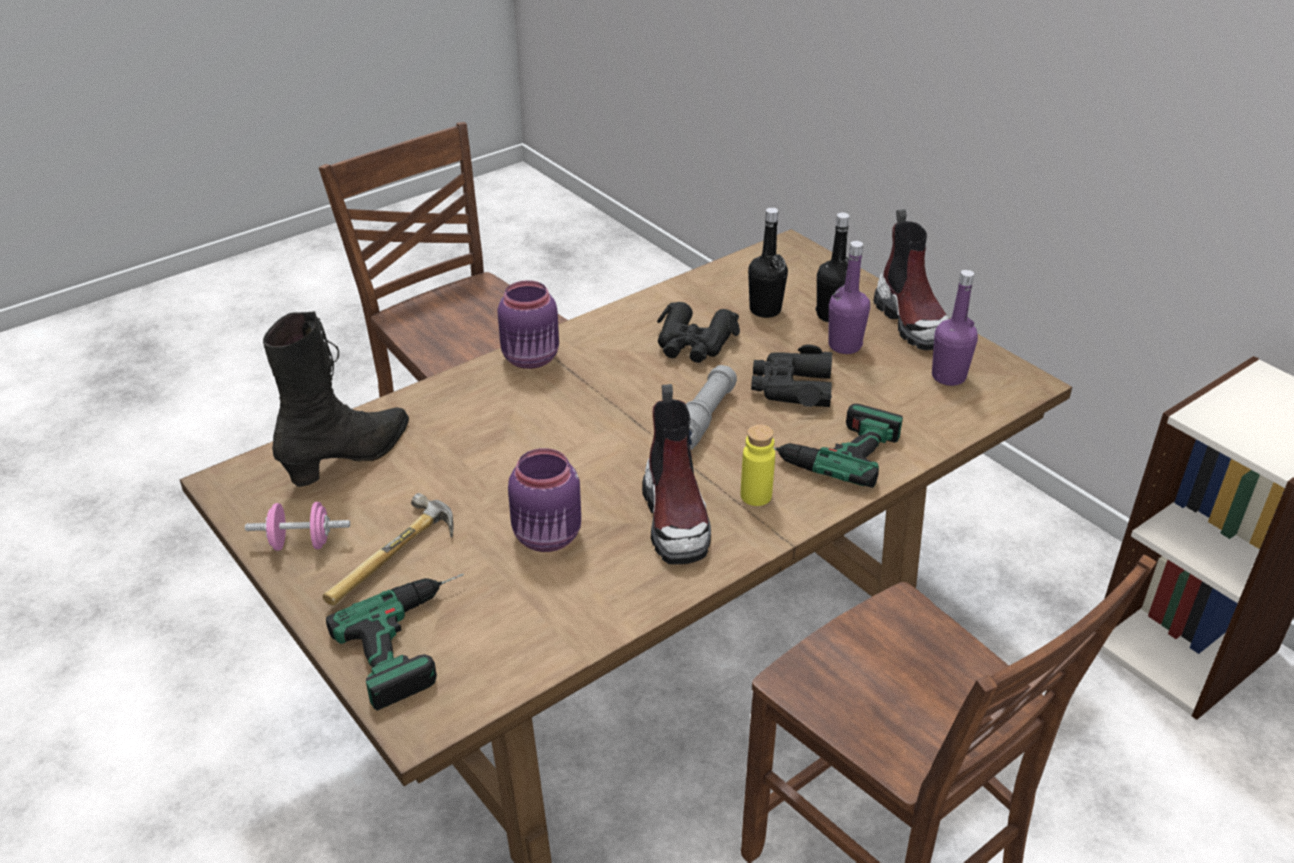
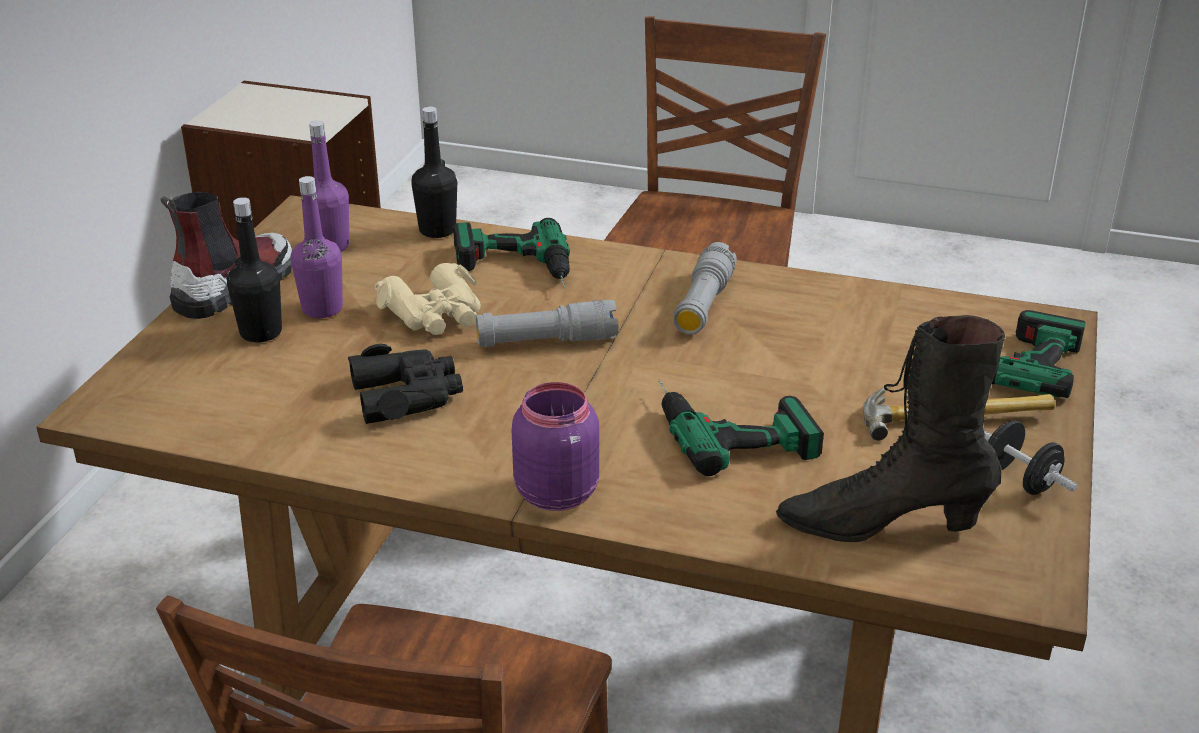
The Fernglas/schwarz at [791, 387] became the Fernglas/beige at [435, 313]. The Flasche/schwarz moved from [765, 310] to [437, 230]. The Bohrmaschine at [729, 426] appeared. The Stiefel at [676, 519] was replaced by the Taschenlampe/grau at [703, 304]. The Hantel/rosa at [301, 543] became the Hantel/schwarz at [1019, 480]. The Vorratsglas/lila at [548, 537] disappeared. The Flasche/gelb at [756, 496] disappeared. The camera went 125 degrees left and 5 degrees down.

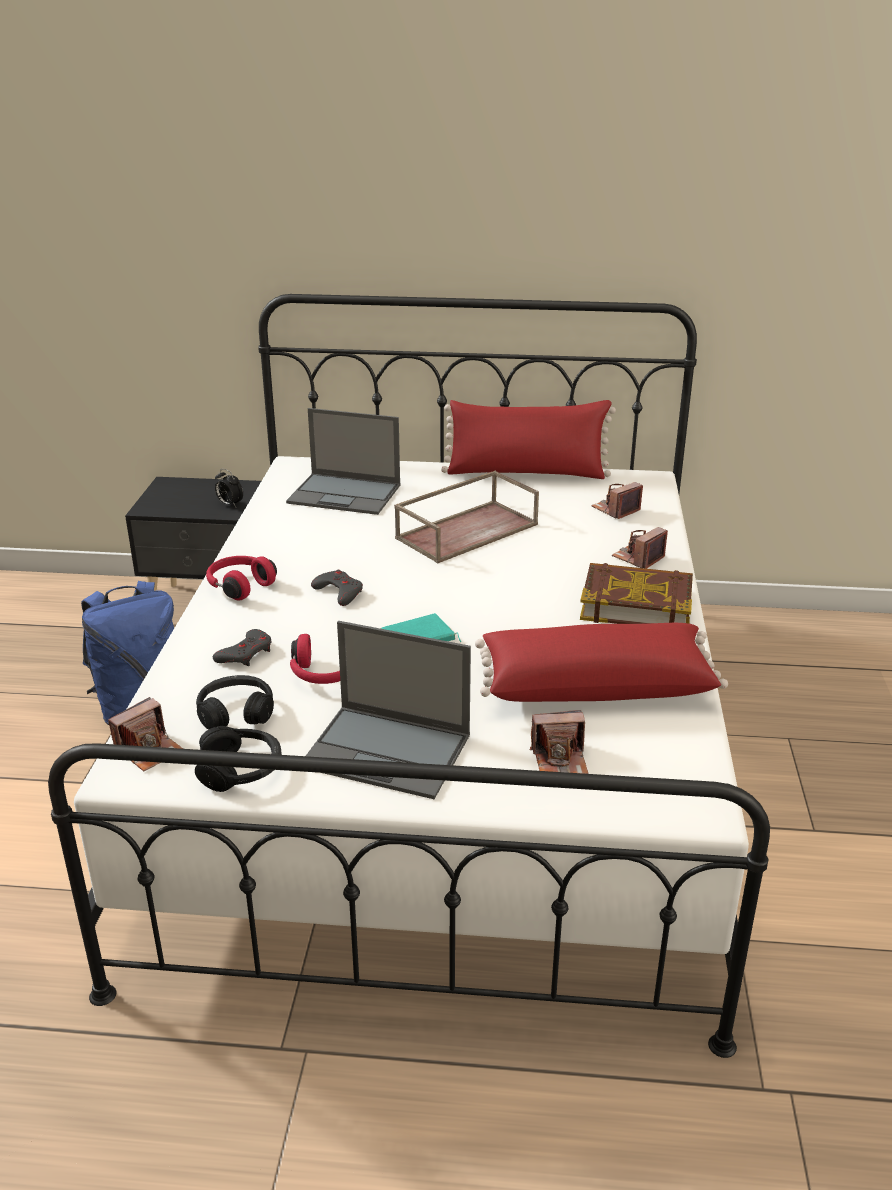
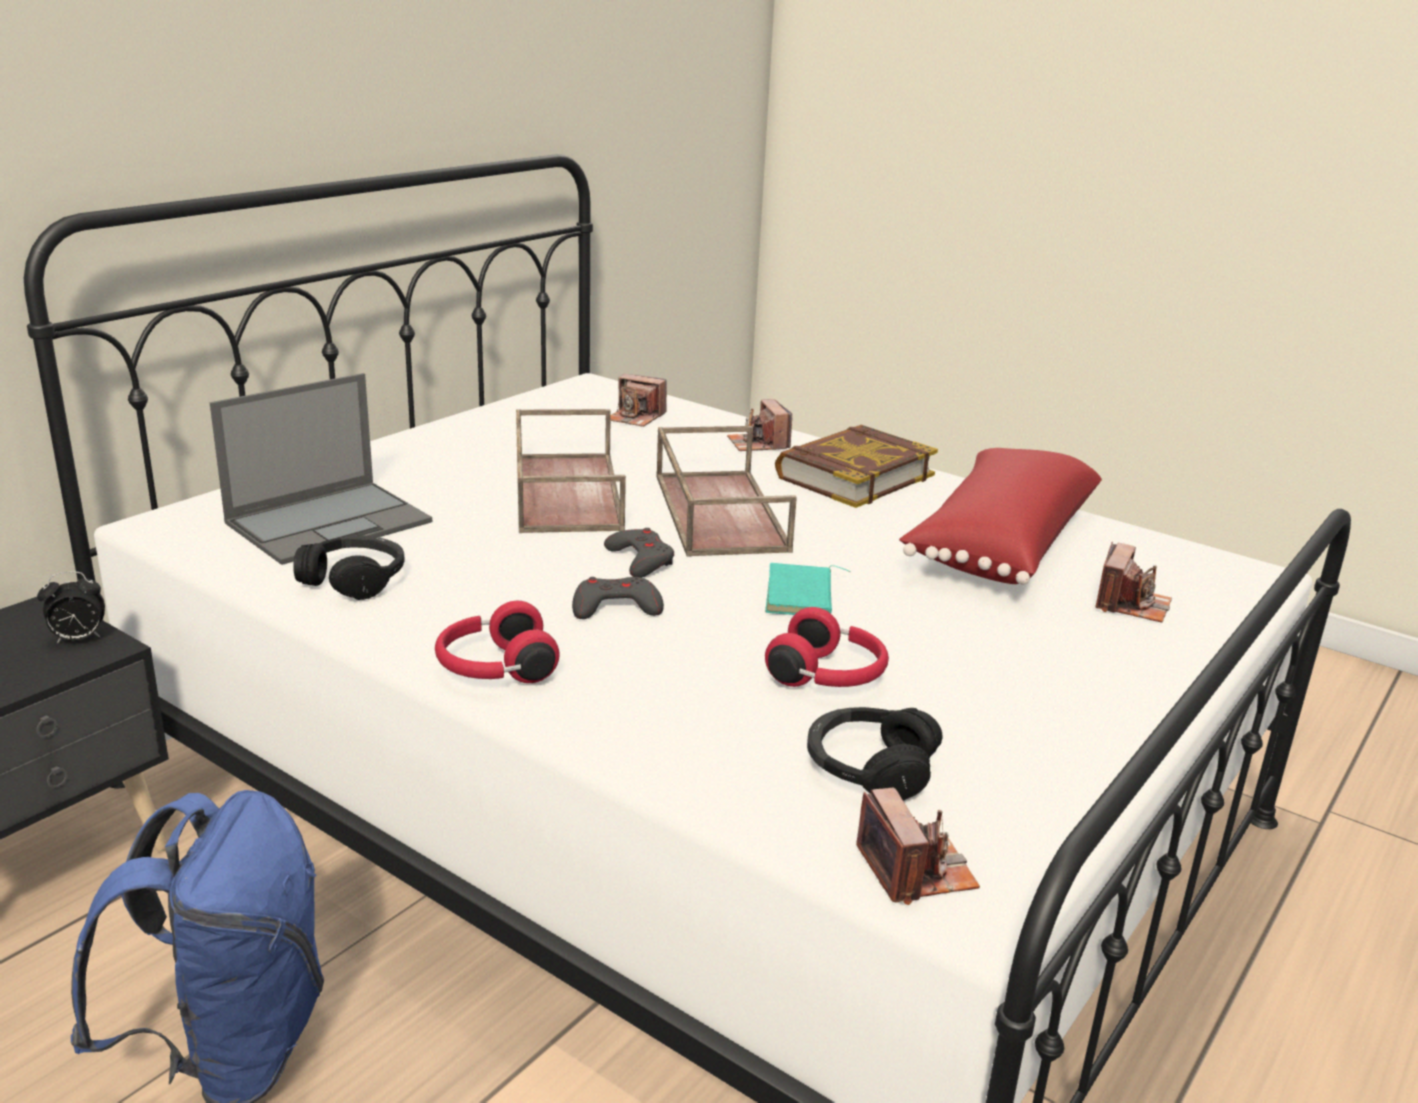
The Kopfhörer/schwarz moved from [241, 770] to [354, 580]. The Gamepad/grau moved from [246, 653] to [640, 560]. The Kamera at [616, 510] turned 60 degrees counterclockwise. The Tablett/braun at [717, 511] appeared. The Laptop at [389, 751] disappeared. The Kissen/rot at [526, 473] disappeared. The camera went 60 degrees left and 5 degrees down.

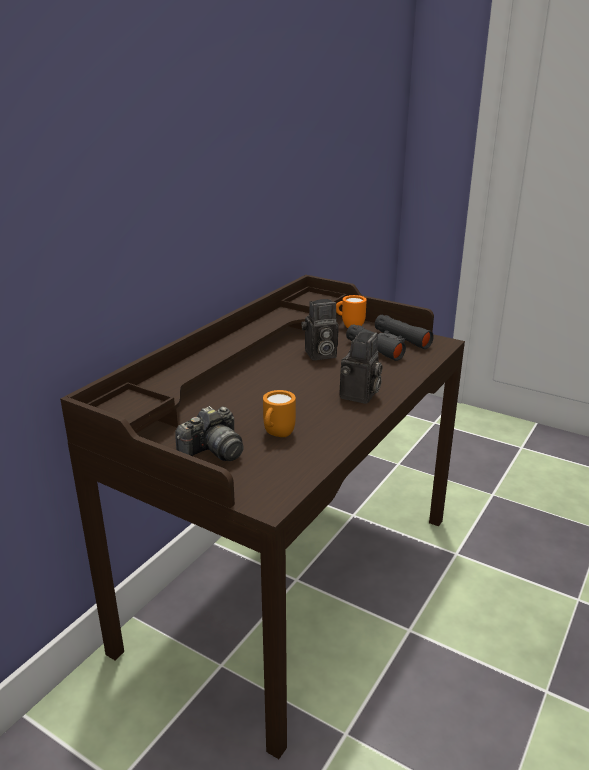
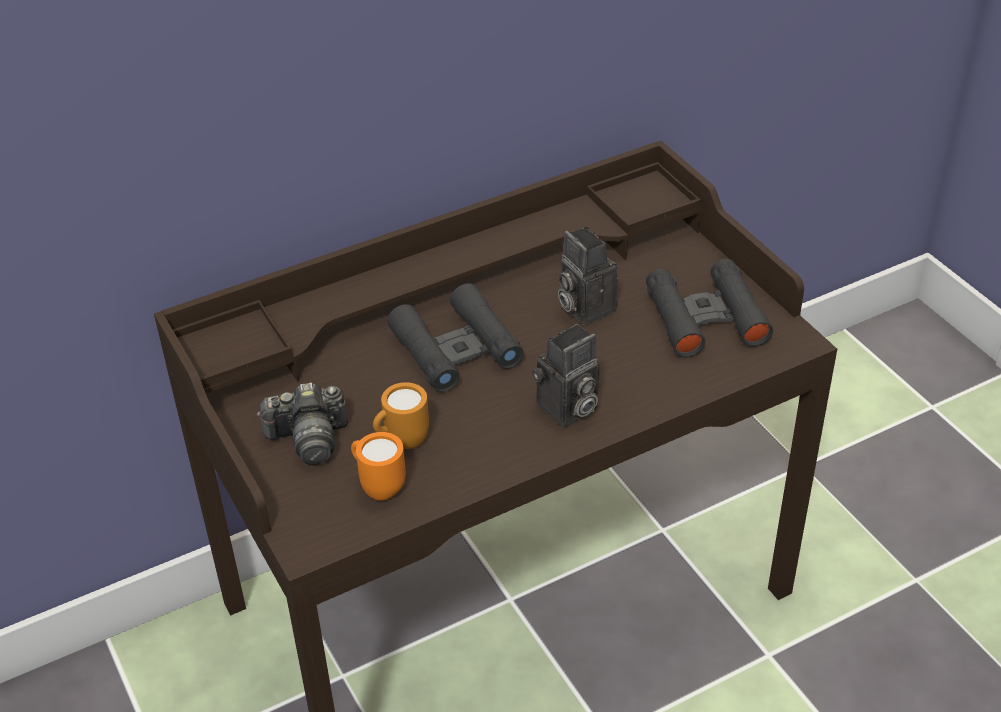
The Henkelbecher/orange moved from [349, 327] to [378, 486]. The Fernglas/schwarz at [456, 349] appeared. The Kamera at [319, 355] turned 45 degrees clockwise. The camera went 30 degrees right and 15 degrees up.

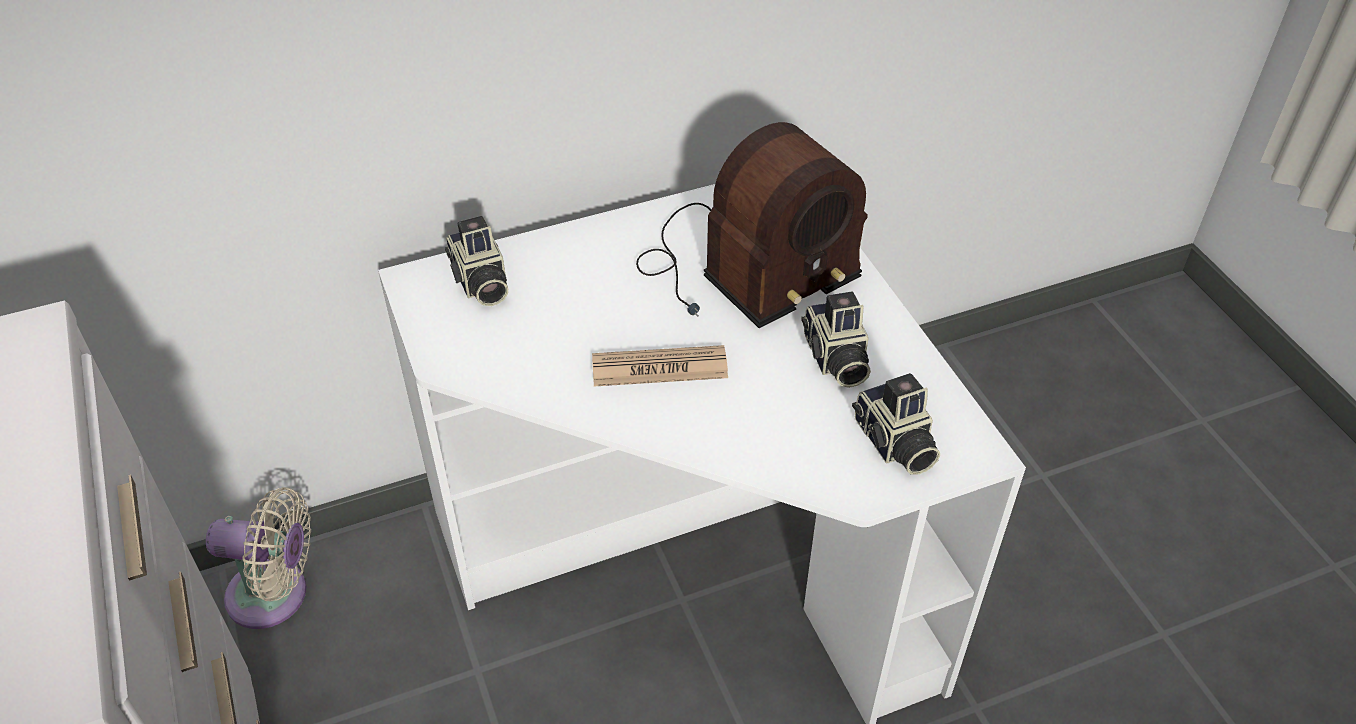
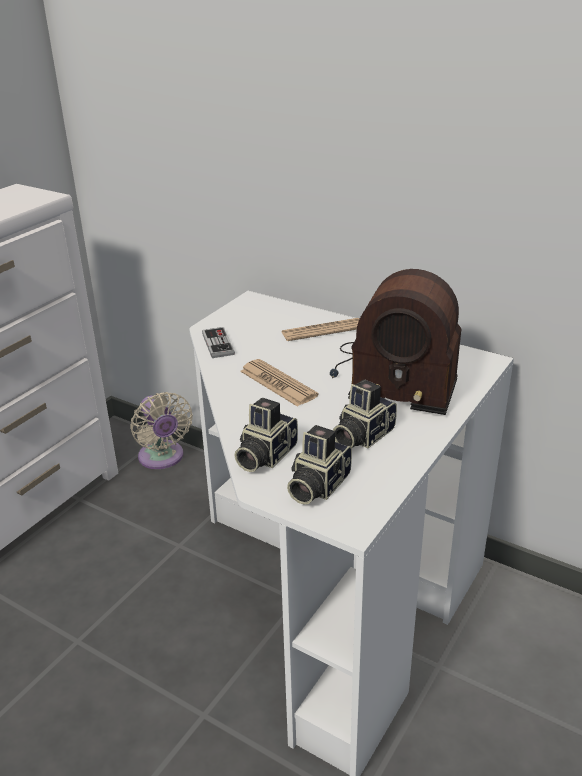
The Gamepad at [218, 344] appeared. The Kamera moved from [480, 283] to [264, 455]. The Zeitung at [322, 330] appeared. The camera went 55 degrees right and 15 degrees down.

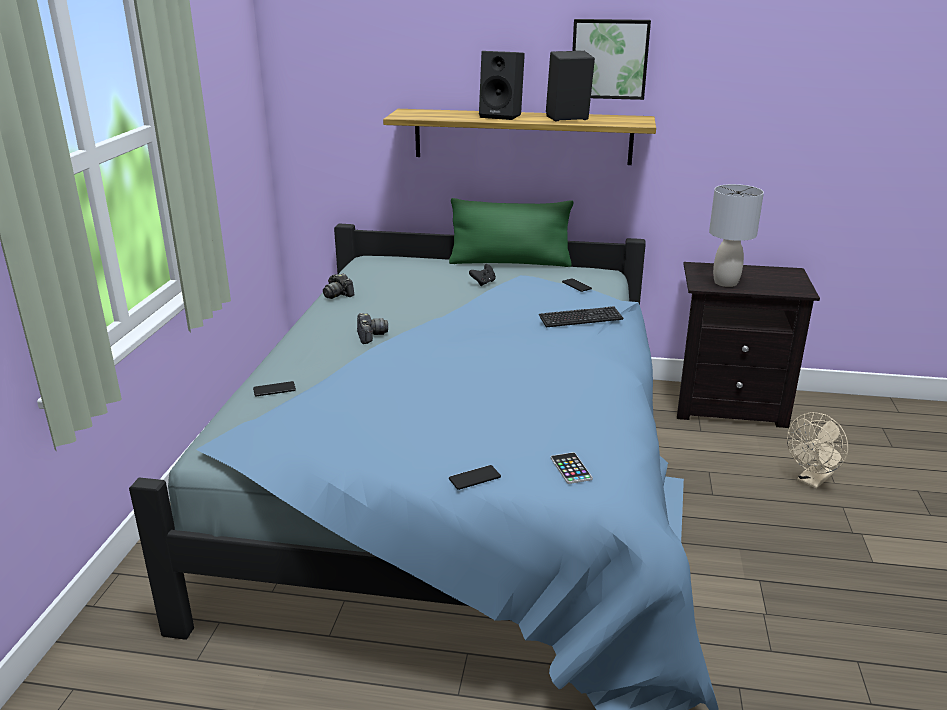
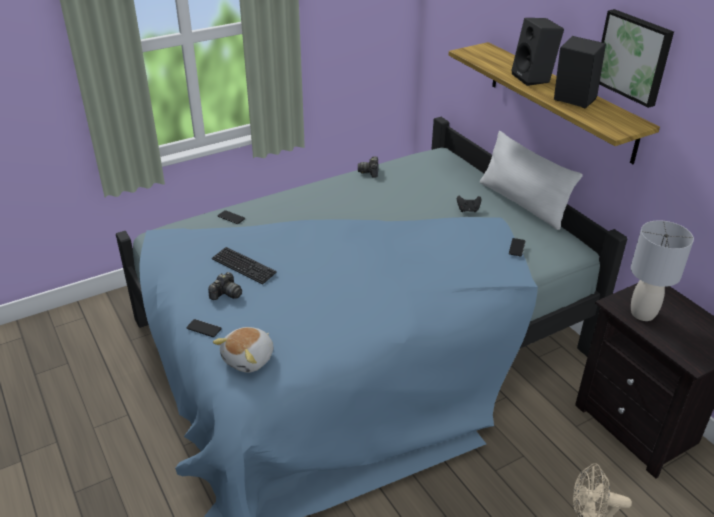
The Kamera moved from [370, 336] to [226, 294]. The Tastatur moved from [580, 319] to [243, 266]. The Handy at [571, 468] was replaced by the Plüschtier at [249, 359]. The Kissen/grün at [510, 262] became the Kissen/weiß at [522, 203]. The camera went 50 degrees right and 10 degrees up.

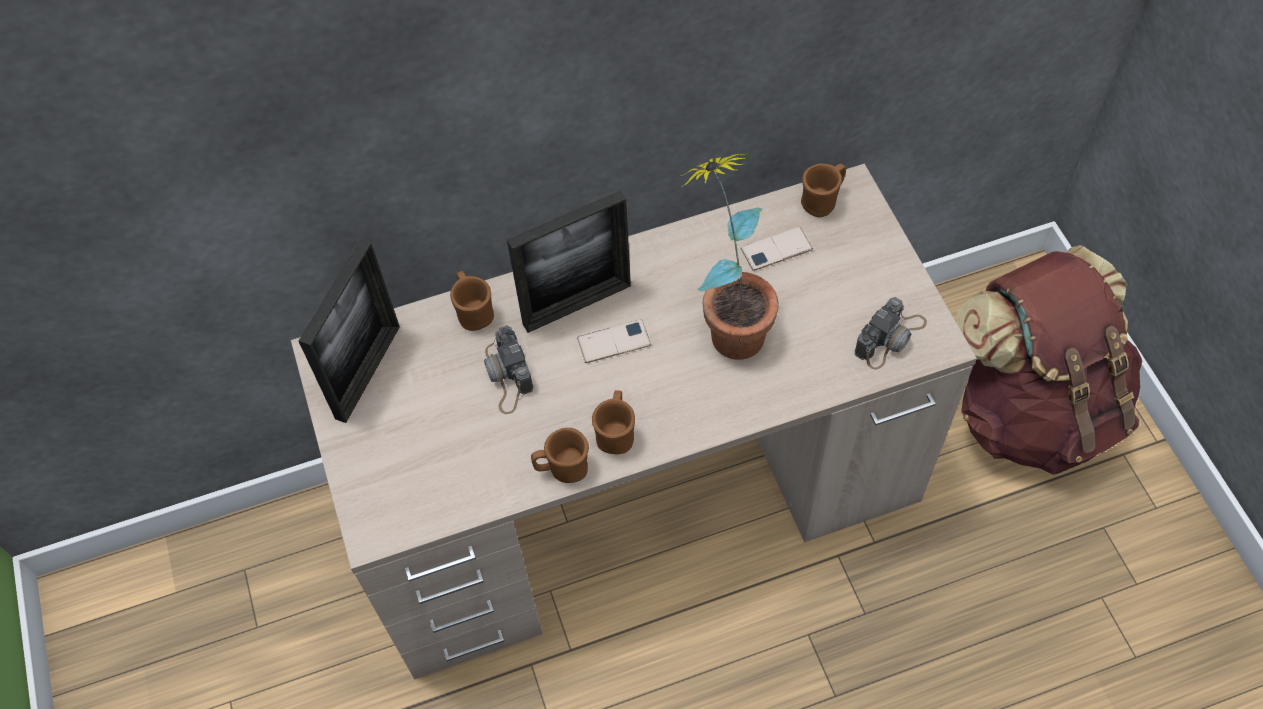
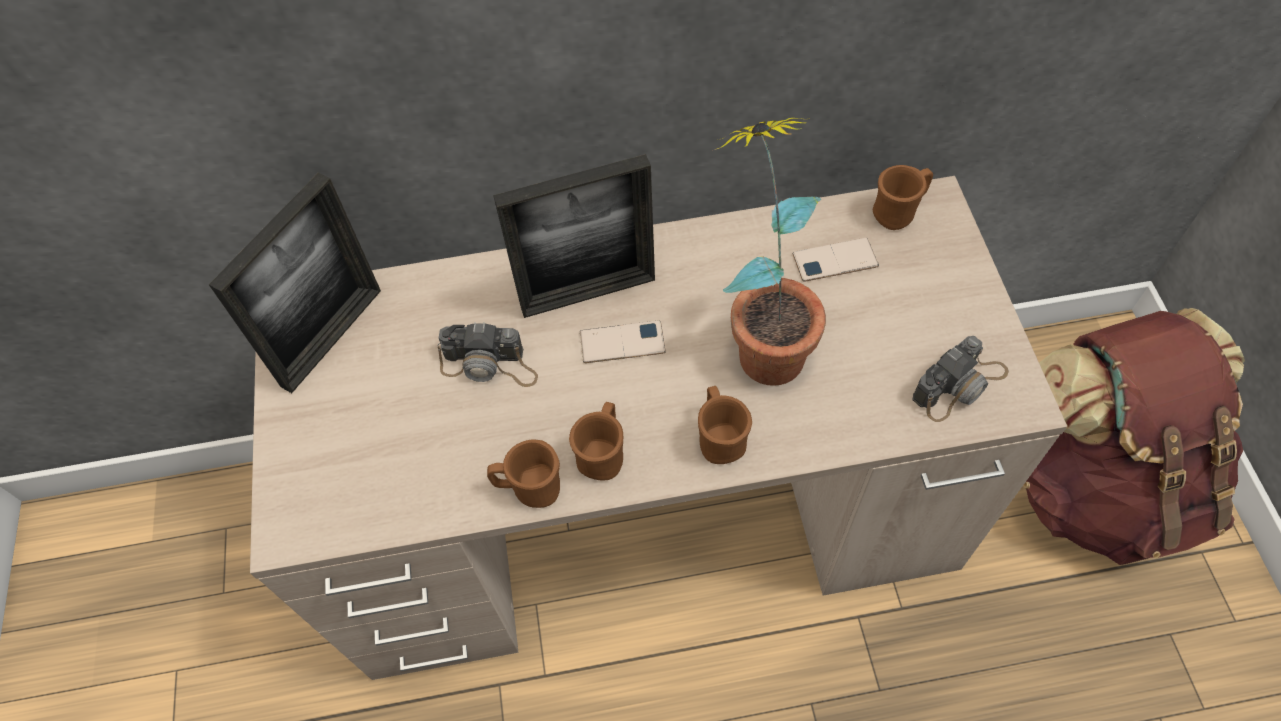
The Kamera at [507, 376] turned 75 degrees counterclockwise. The Henkelbecher/braun moved from [473, 312] to [720, 438]. The camera went 10 degrees right and 0 degrees up.

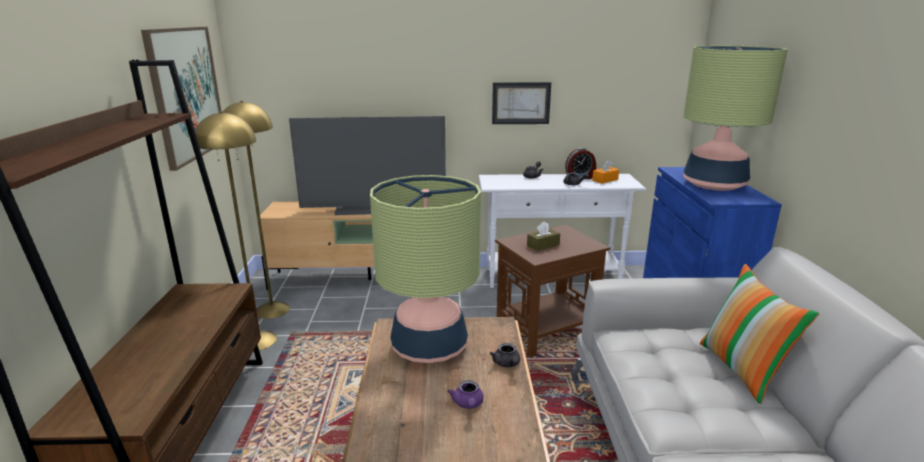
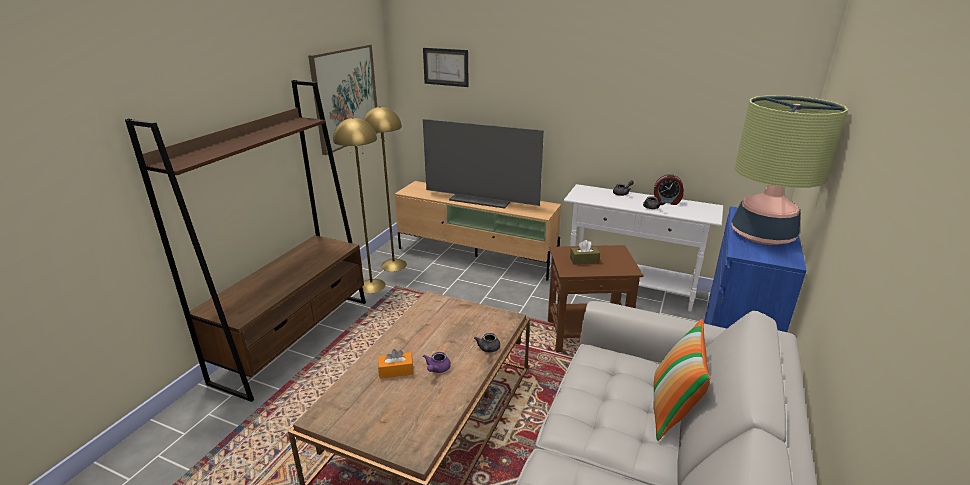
The Taschentuchbox/orange moved from [605, 180] to [396, 371]. The Bild moved from [521, 103] to [446, 67]. The Tischlampe at [429, 346] disappeared. The camera went 25 degrees right and 5 degrees up.

